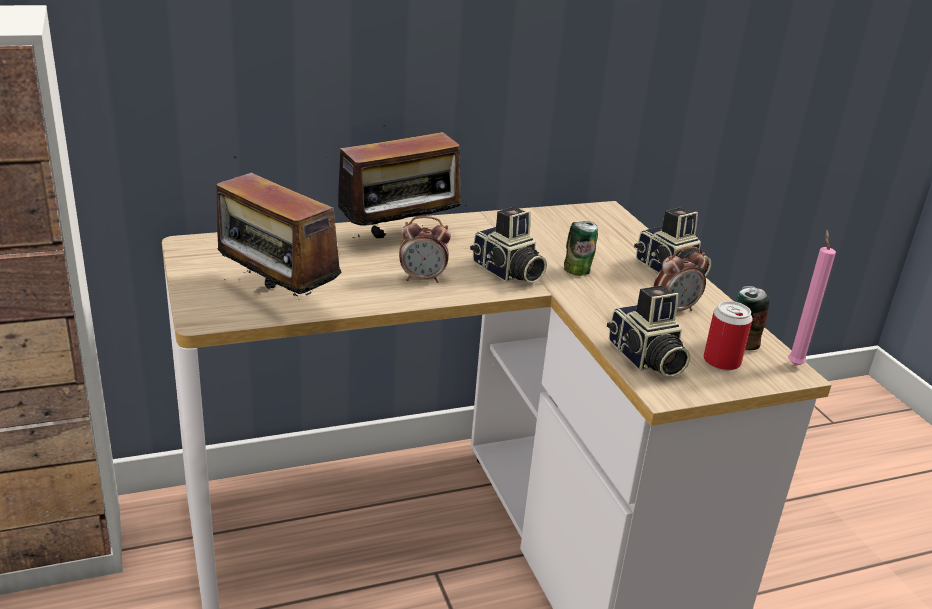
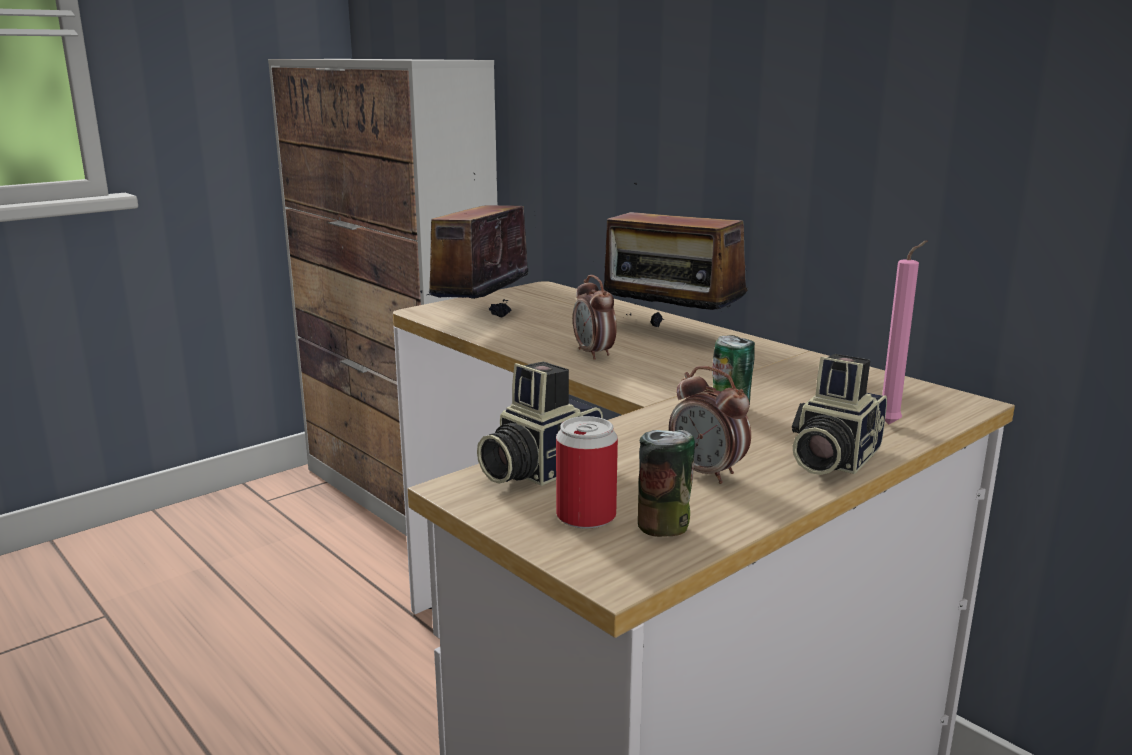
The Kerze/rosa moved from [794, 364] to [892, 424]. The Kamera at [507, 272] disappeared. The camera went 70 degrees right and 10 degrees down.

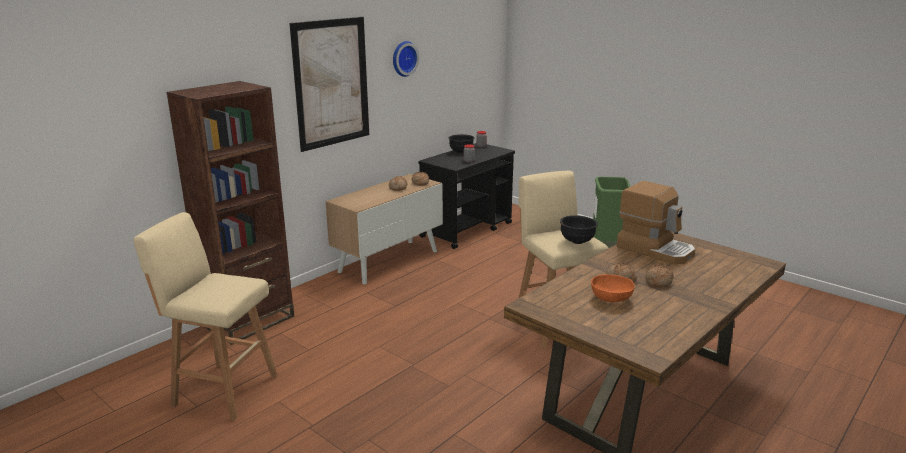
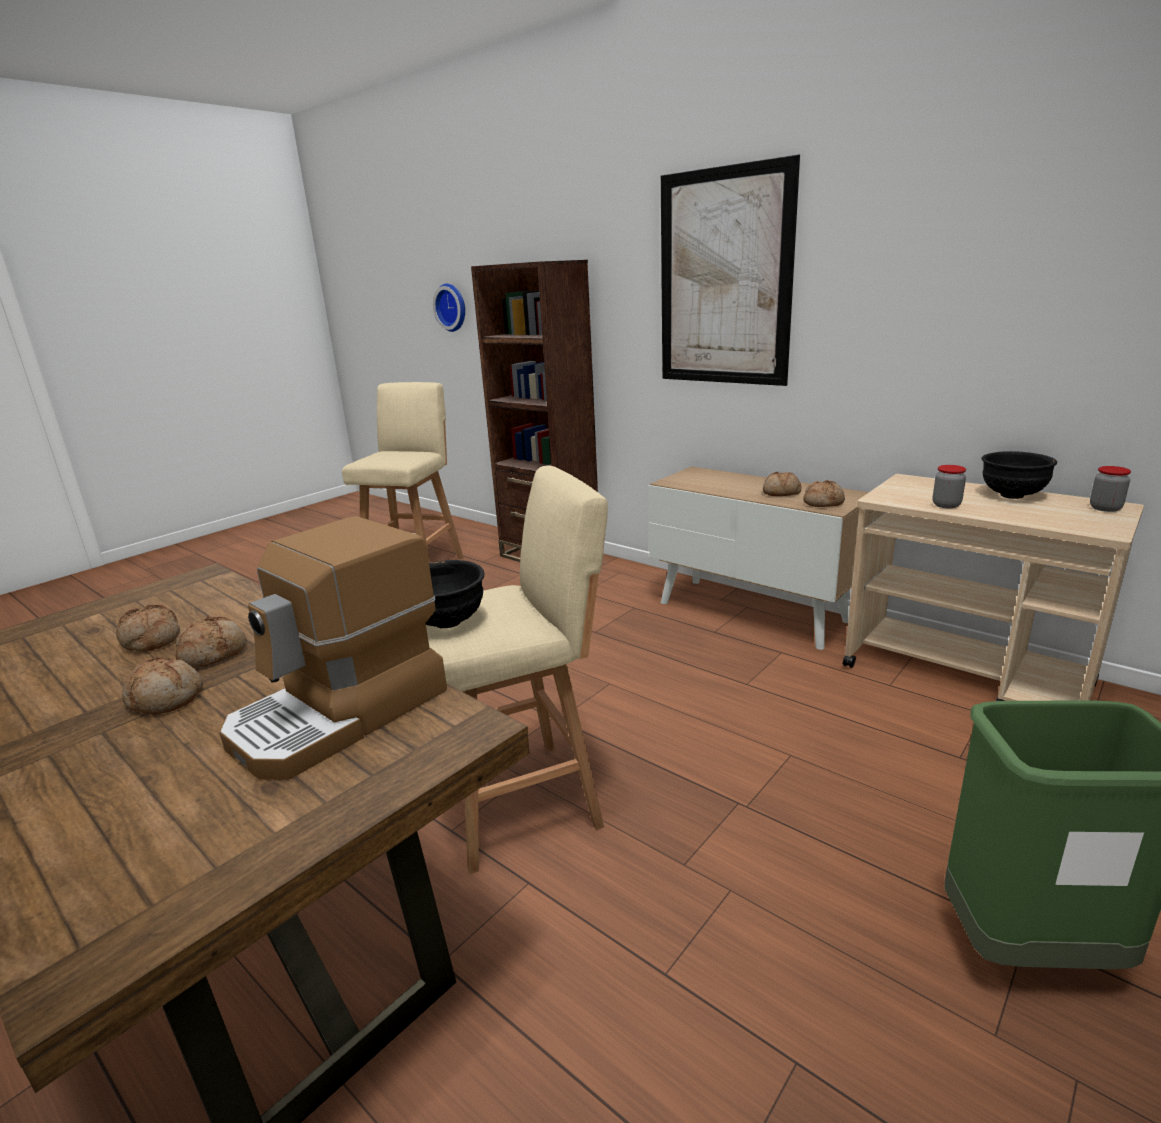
The Schüssel/orange at [611, 298] was replaced by the Brot at [150, 640]. The Wanduhr moved from [403, 58] to [452, 307]. The Rollwagen/schwarz at [467, 230] became the Rollwagen/beige at [967, 676]. The camera went 90 degrees right and 0 degrees up.

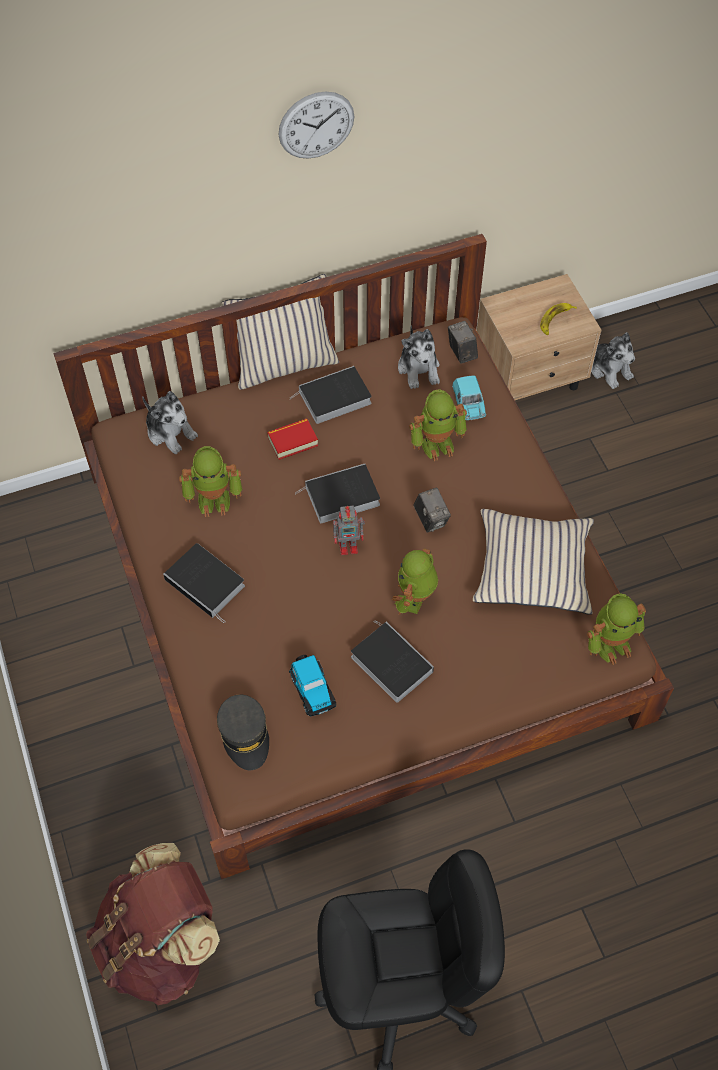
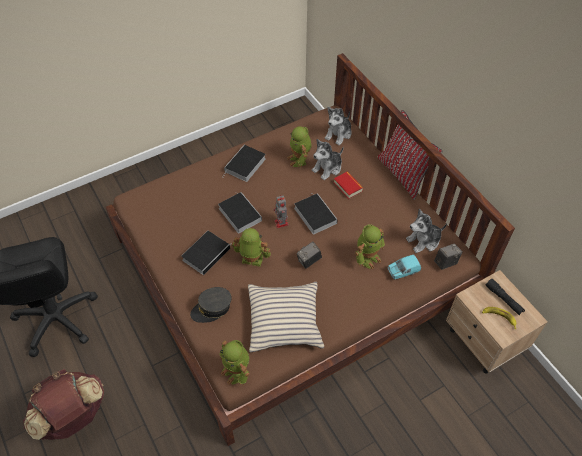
The Rucksack/braun moved from [161, 943] to [72, 417]. The Kappe/grau moved from [245, 735] to [212, 308]. The Buch moved from [333, 399] to [239, 213]. The Plüschtier moved from [609, 369] to [327, 168]. The Spielzeugroboter at [437, 443] turned 105 degrees counterclockwise. The Kissen/beige at [284, 363] became the Kissen/rot at [404, 174]. The Taschenlampe/schwarz at [504, 299] appeared. The Wanduhr at [316, 125] disappeared. The Spielzeugauto at [312, 690] disappeared. The camera went 80 degrees right and 5 degrees down.

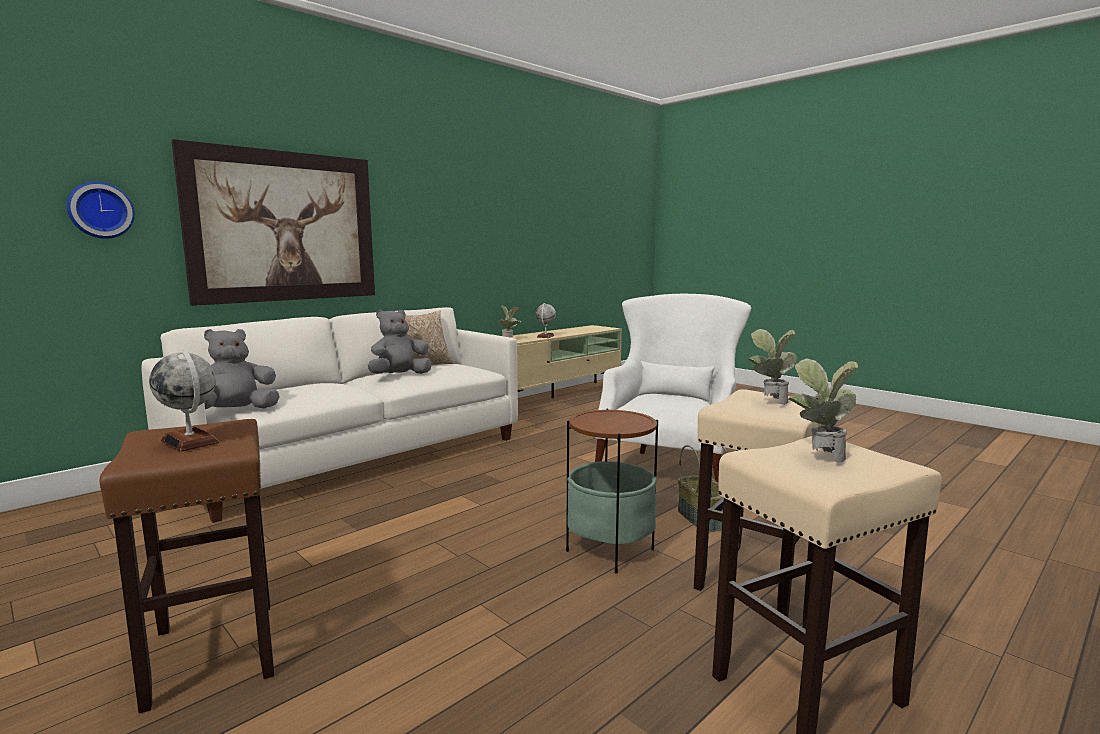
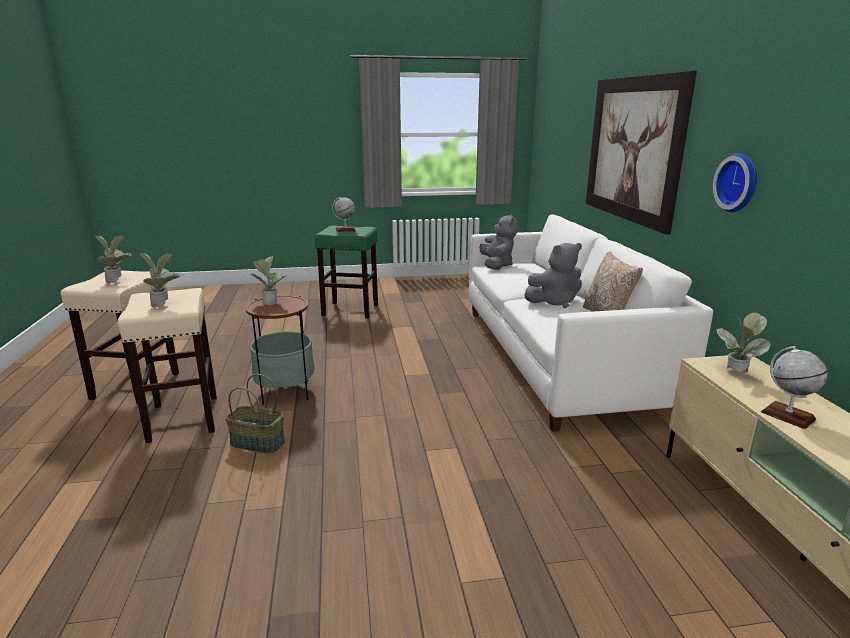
The Topfpflanze at [271, 301] appeared. The Hocker/braun at [212, 651] became the Hocker/grün at [351, 310]. The Plüschtier/grau at [399, 376] turned 75 degrees clockwise. The Wanduhr moved from [100, 210] to [739, 182]. The Sessel/weiß at [670, 467] disappeared. The camera went 125 degrees right and 10 degrees up.

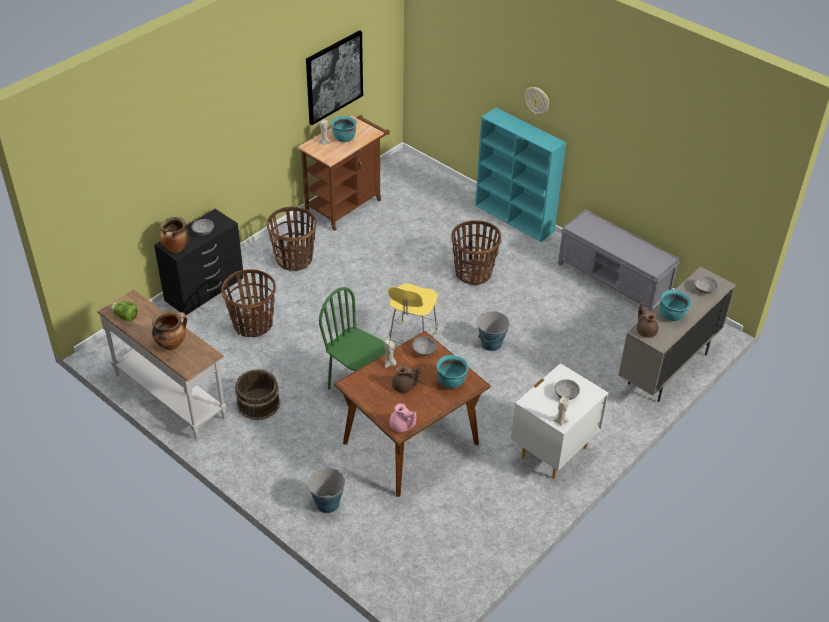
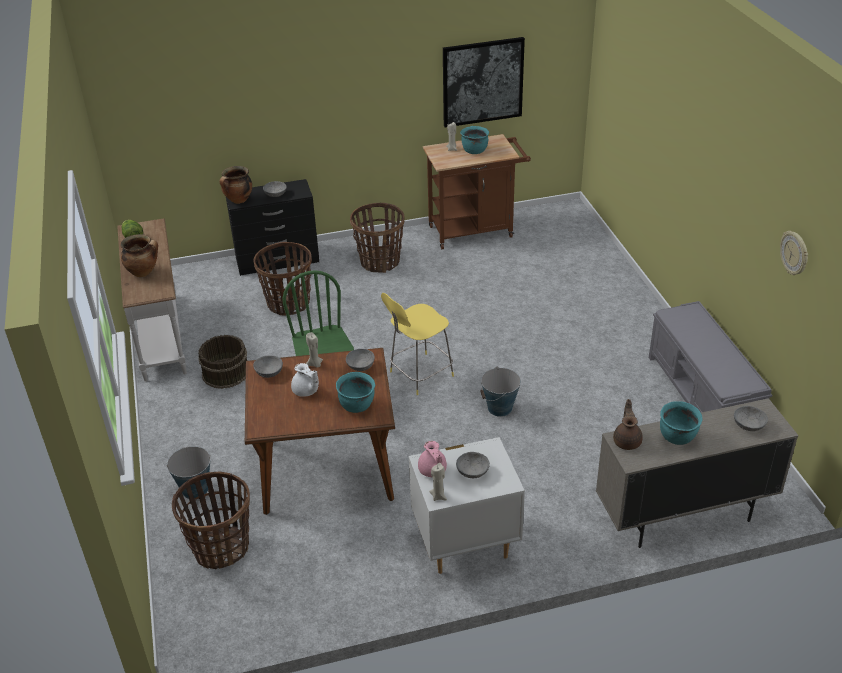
The Korb moved from [473, 273] to [221, 548]. The Schüssel/grau at [269, 373] appeared. The Teekanne/braun at [404, 387] became the Teekanne/weiß at [306, 391]. The Teekanne/rosa moved from [402, 426] to [432, 471]. The Wanduhr moved from [537, 100] to [794, 253]. The Bücherregal/türkis at [515, 218] disappeared. The camera went 35 degrees right and 5 degrees down.

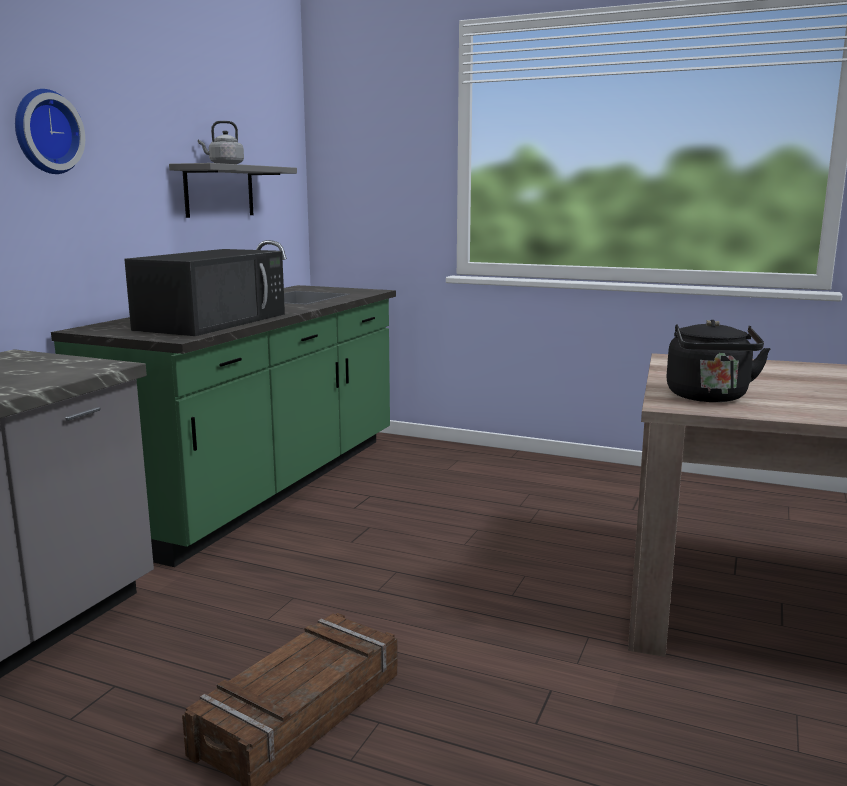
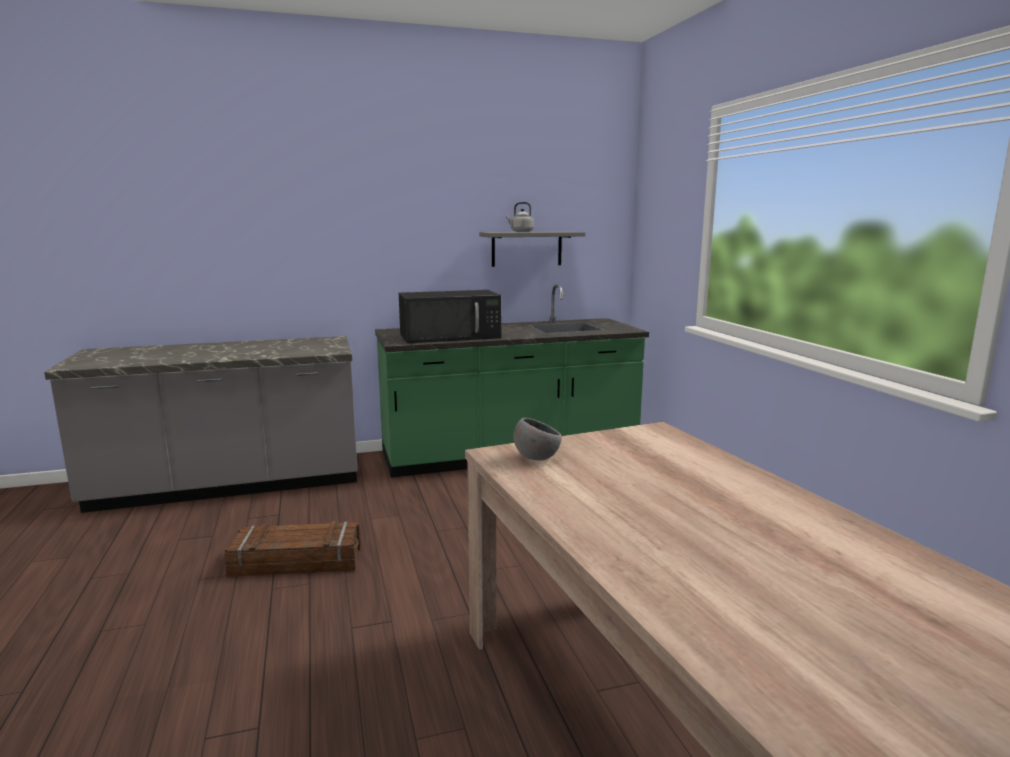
The Wasserkessel/schwarz at [709, 398] was replaced by the Schüssel/grau at [536, 458]. The Wanduhr at [45, 132] disappeared. The camera went 50 degrees right and 0 degrees up.

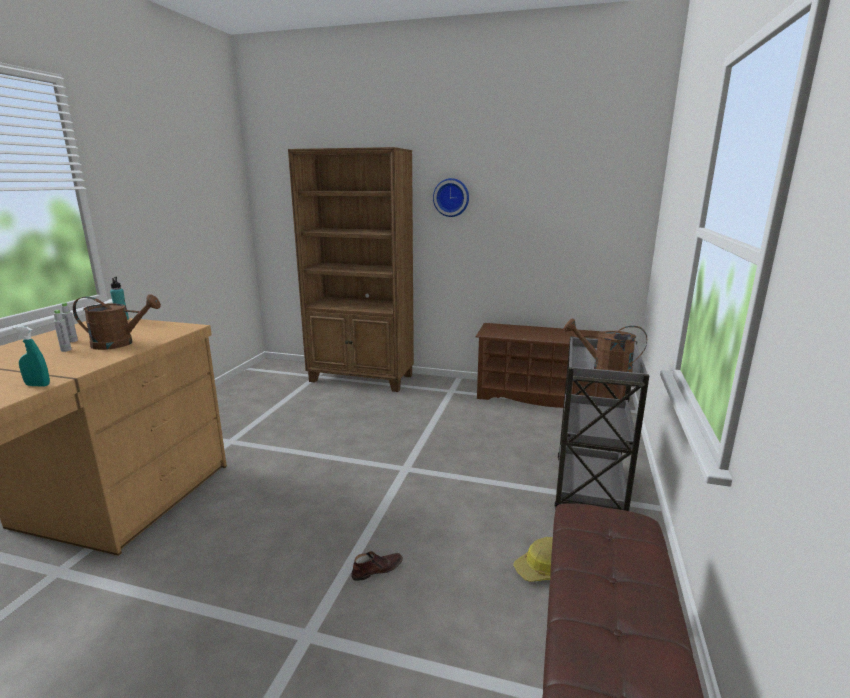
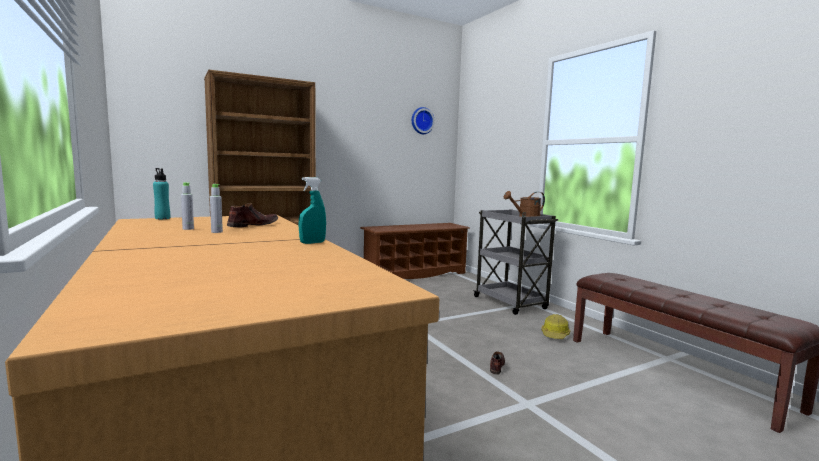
The Gießkanne/braun at [120, 344] was replaced by the Schuh/braun at [253, 225]. The Wanduhr moved from [451, 197] to [421, 121]. The camera went 45 degrees left and 10 degrees down.

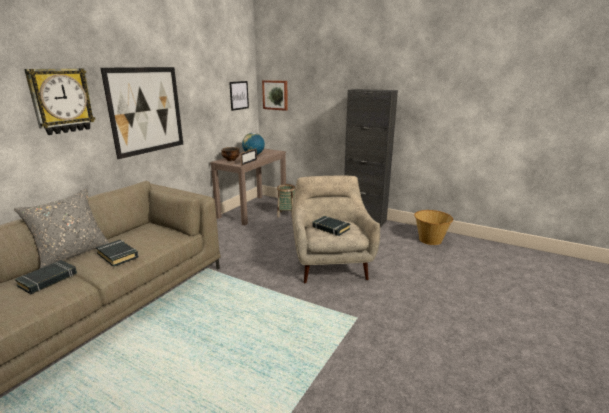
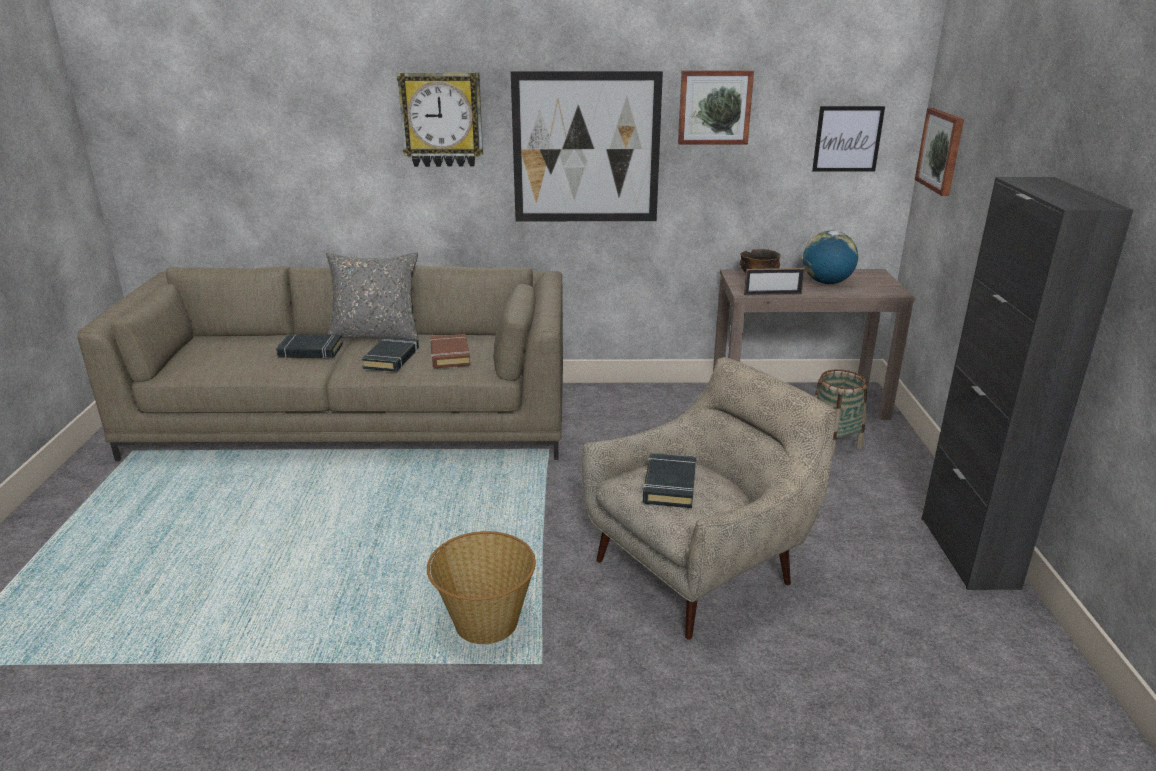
The Korb moved from [430, 240] to [485, 622]. The Buch/braun at [449, 355] appeared. The Bild at [714, 107] appeared. The camera went 60 degrees right and 5 degrees up.

